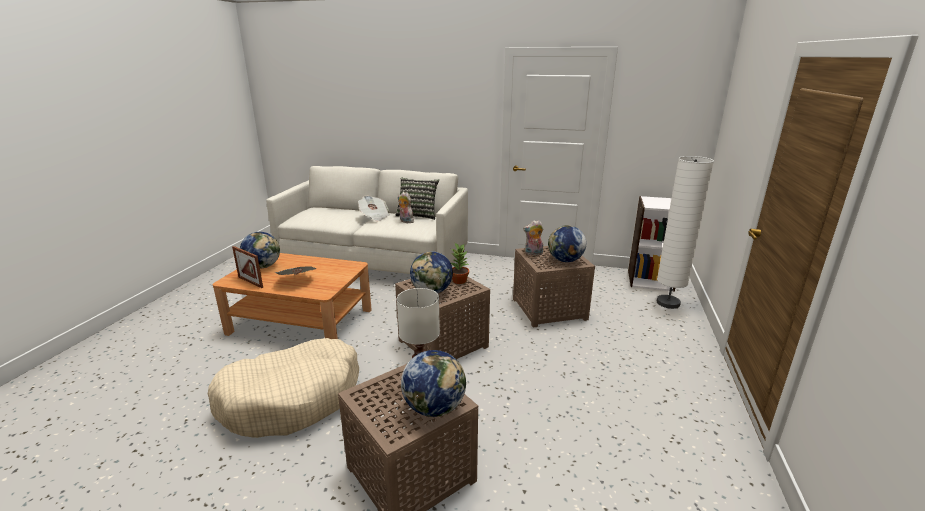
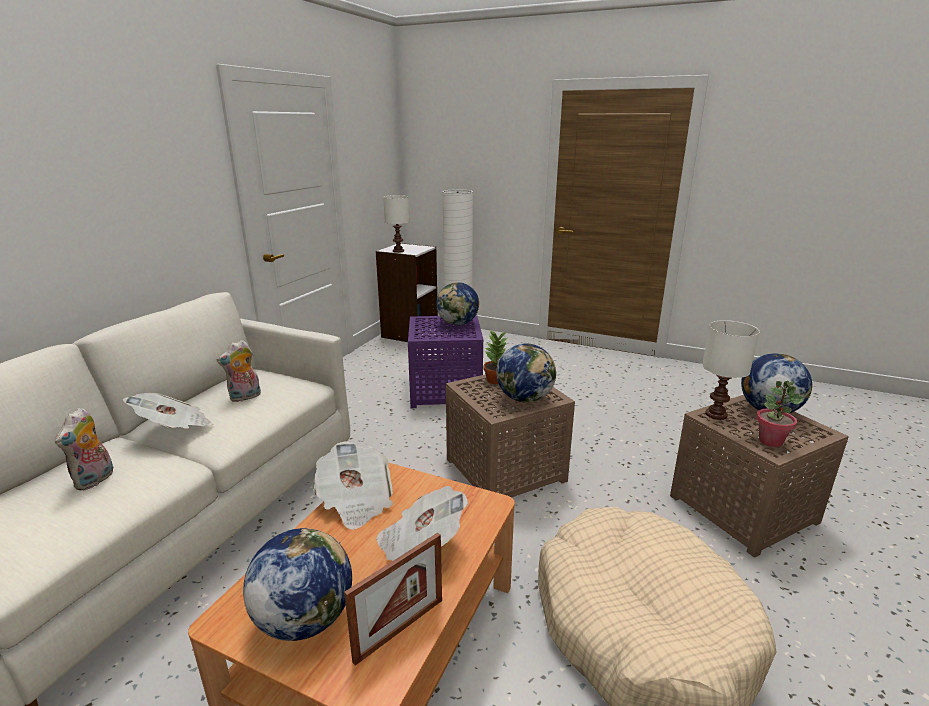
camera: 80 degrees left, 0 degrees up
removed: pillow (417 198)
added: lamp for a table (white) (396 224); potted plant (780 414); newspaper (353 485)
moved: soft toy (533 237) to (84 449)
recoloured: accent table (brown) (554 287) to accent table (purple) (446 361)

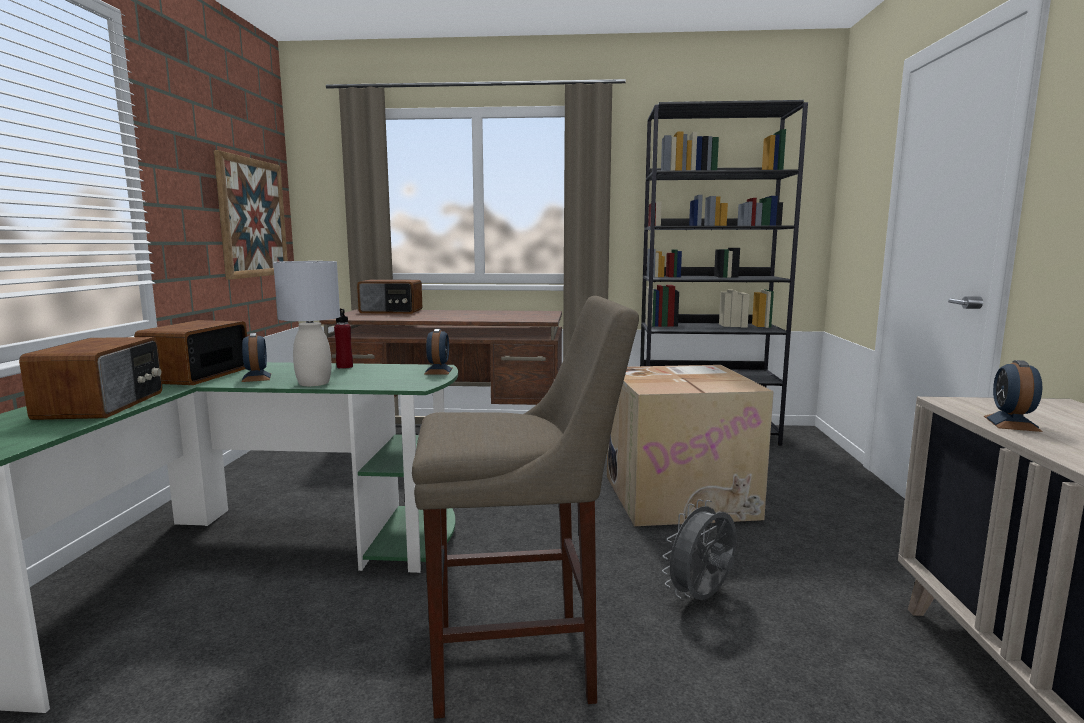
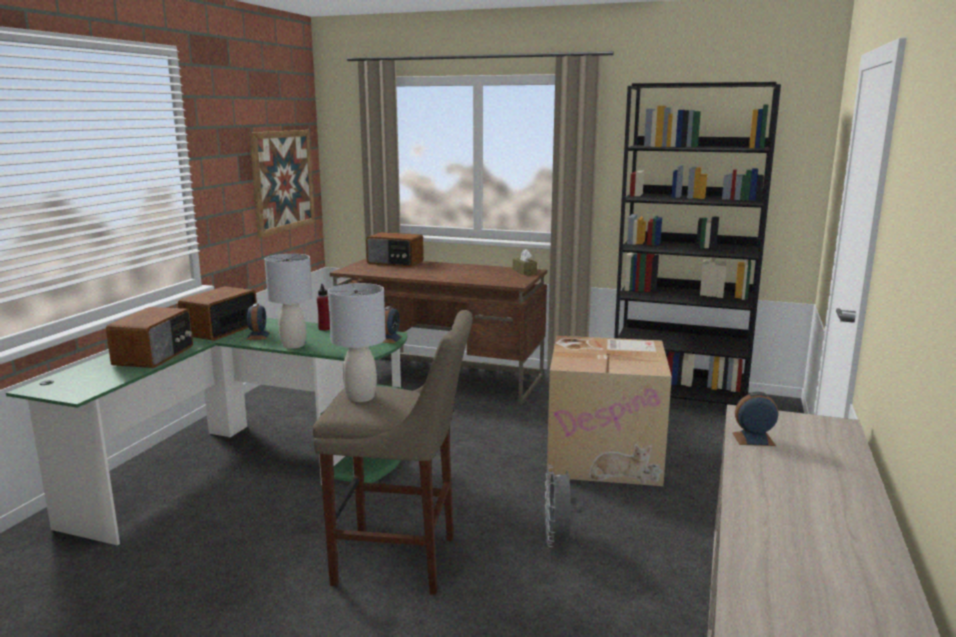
camera: 15 degrees right, 5 degrees up
added: box of tissues (brown) (525 262); lamp for a table (greyish) (357 342)
turned: bedside clock (1013 396) = (755 419) 60 degrees clockwise; electric fan (greyish) (699 549) = (564 506) 60 degrees counterclockwise

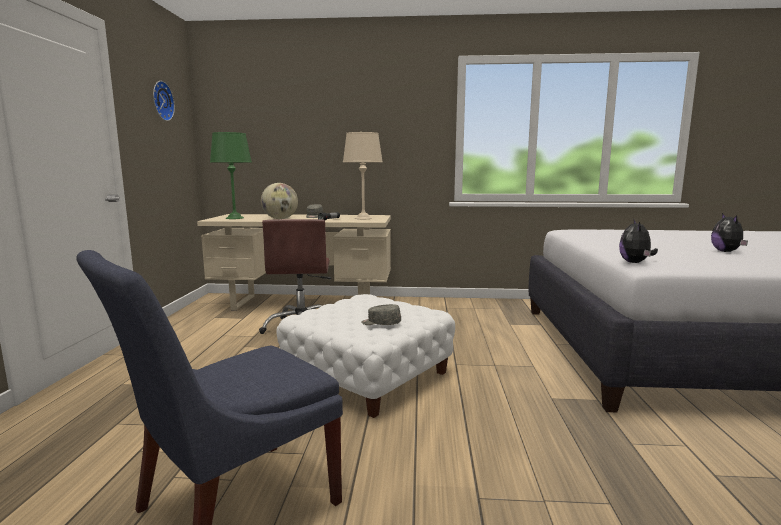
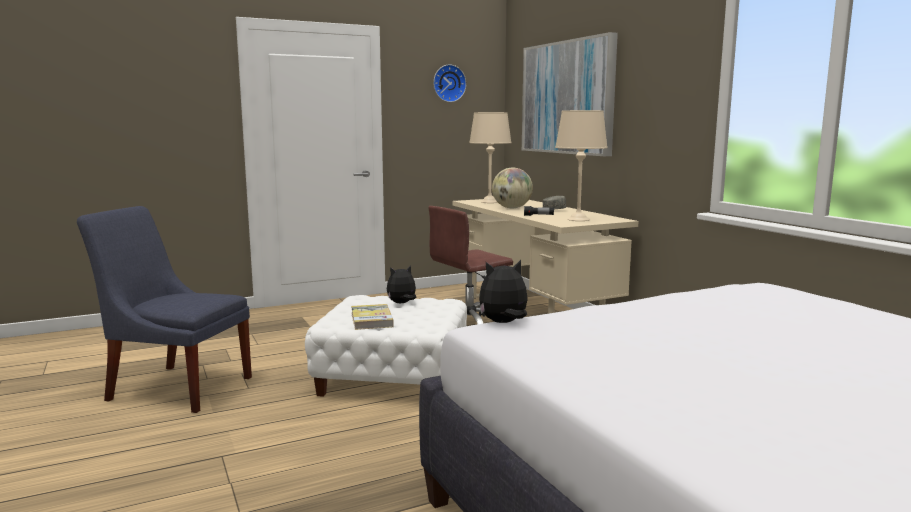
camera: 60 degrees right, 0 degrees up
added: picture (570 94)
moved: soft toy (729 232) to (401 284)
replaced: cap (greyish) (381 314) to volume (372 317)
recoloured: lamp for a table (green) (231 175) to lamp for a table (beige-coloured) (490 157)

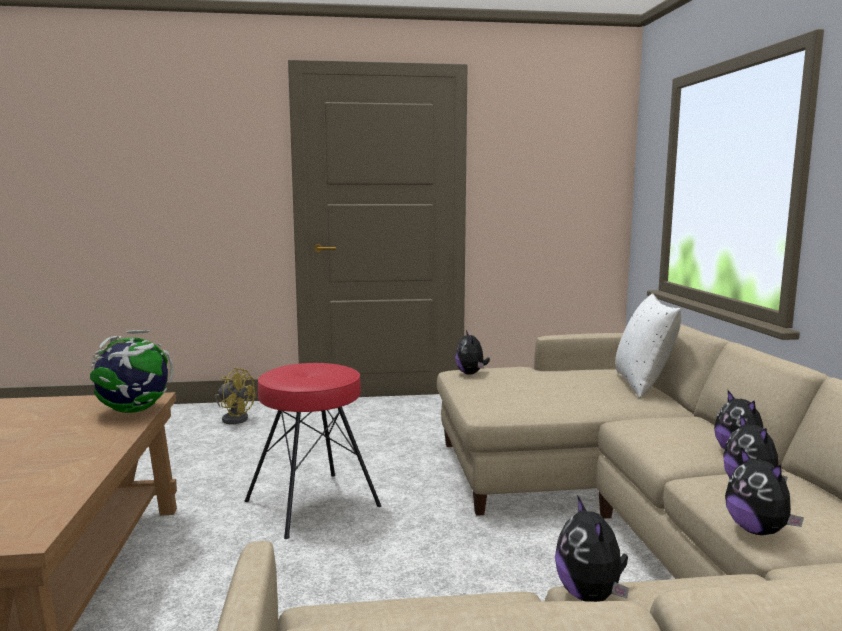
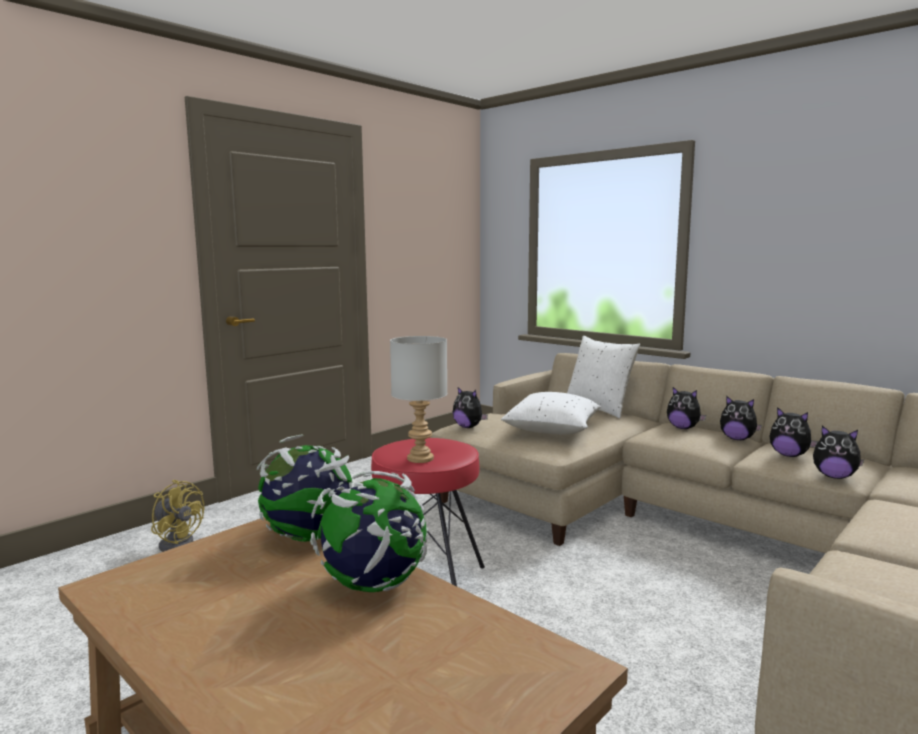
camera: 40 degrees left, 0 degrees up
added: lamp for a table (greyish) (418 399); pillow (white) (551 413); globe (369 531)
moved: soft toy (592 548) to (686 408)
turned: electric fan (yellow) (235 395) = (177 516) 45 degrees clockwise

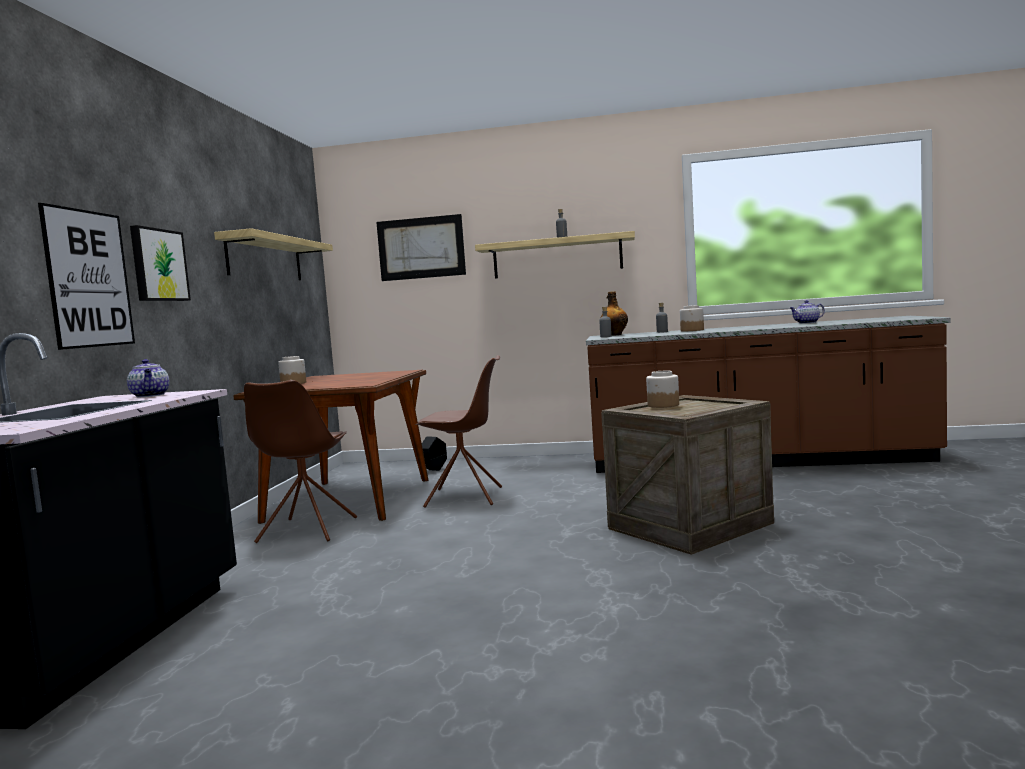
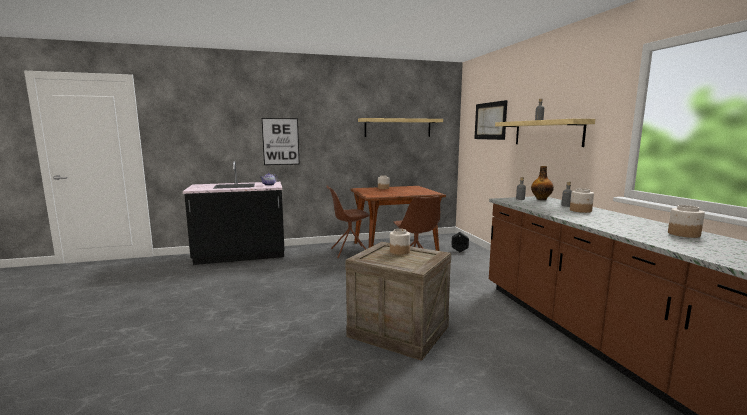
camera: 65 degrees right, 5 degrees up
removed: picture (160 263)
replaced: pot for tea (807 312) to preserve jar (686 221)

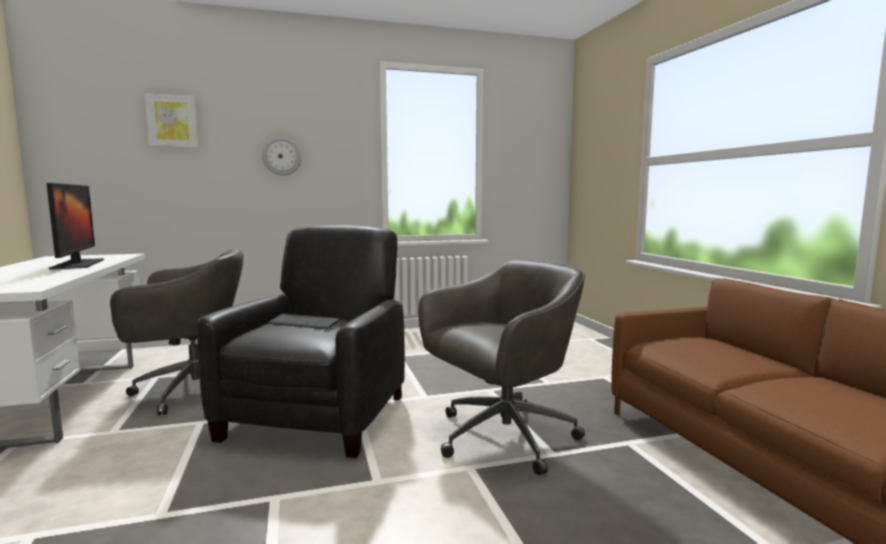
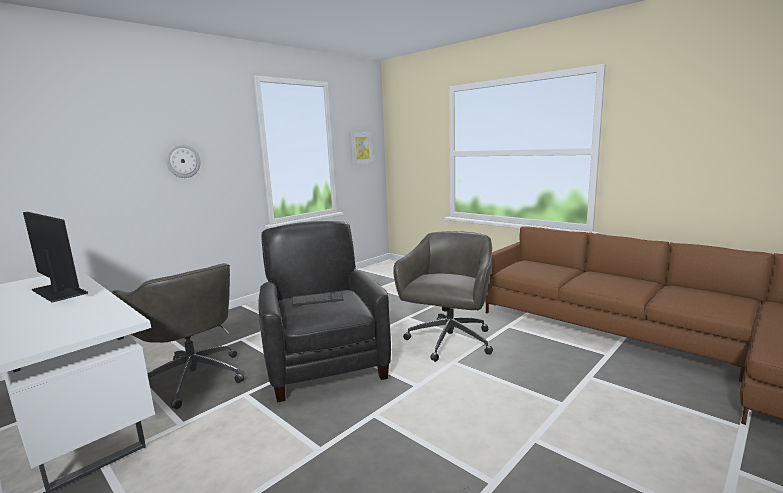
camera: 30 degrees left, 5 degrees up
moved: picture (171 120) to (361 148)
turned: office chair (greyish) (176 332) = (177 336) 90 degrees clockwise

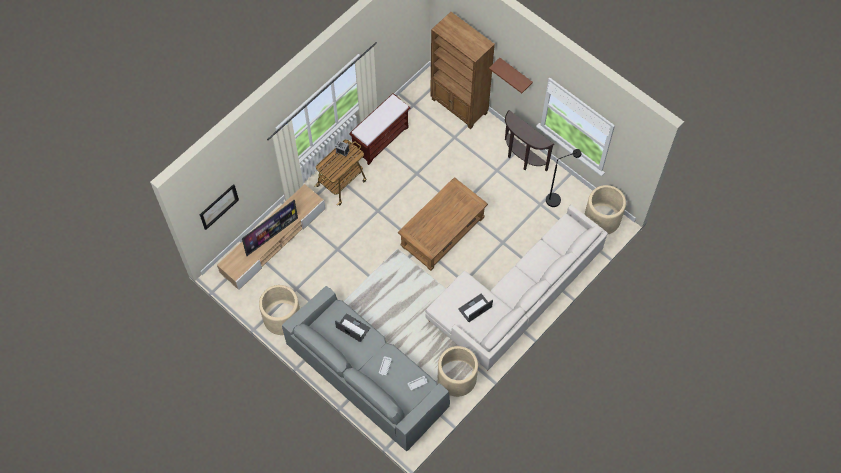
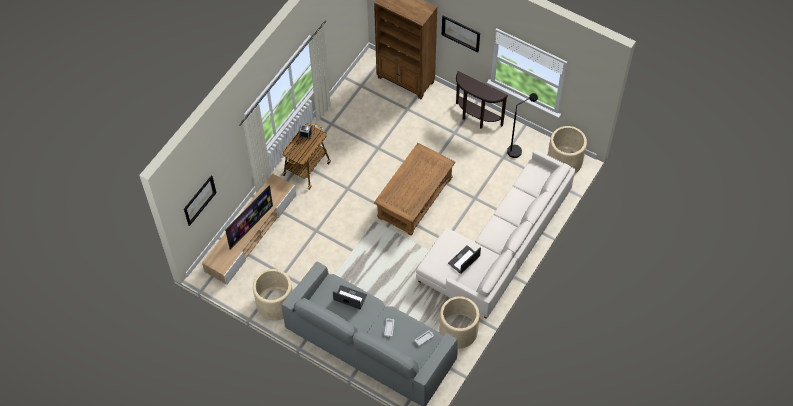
camera: 10 degrees left, 5 degrees down
removed: long seat (brown) (379 129)
replaced: bracket shelf (brown) (511 75) to picture (461 33)

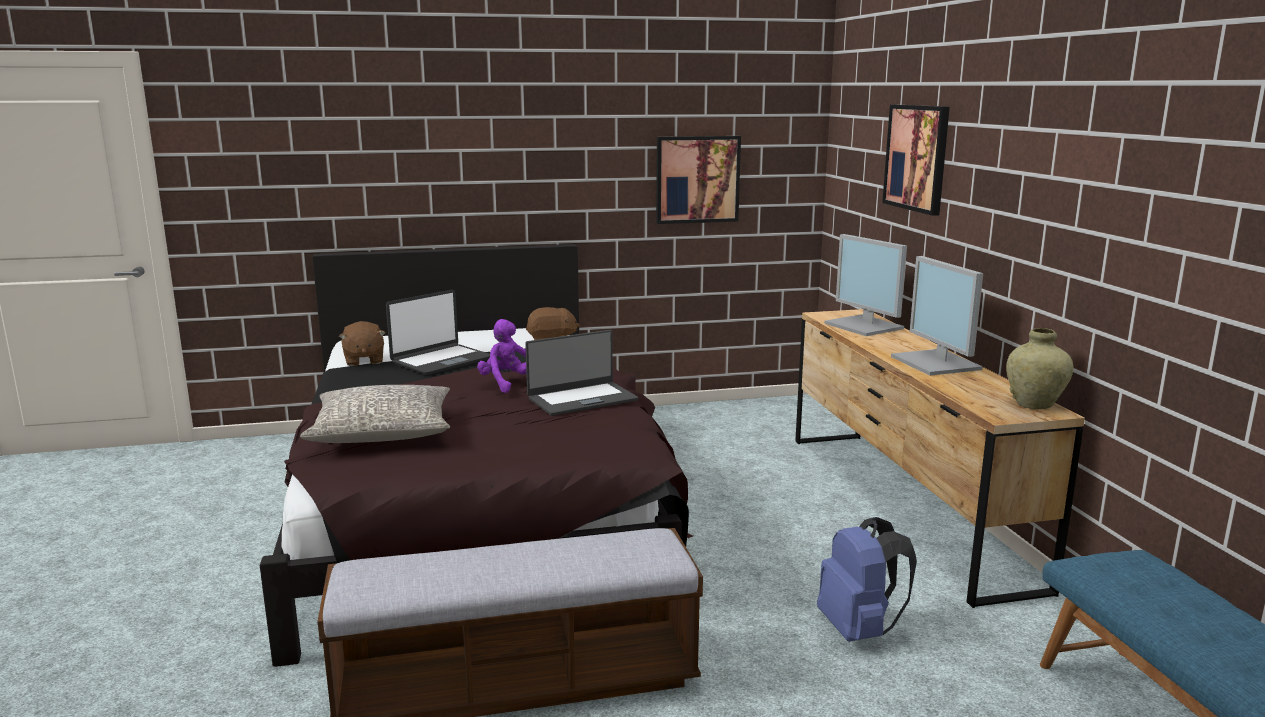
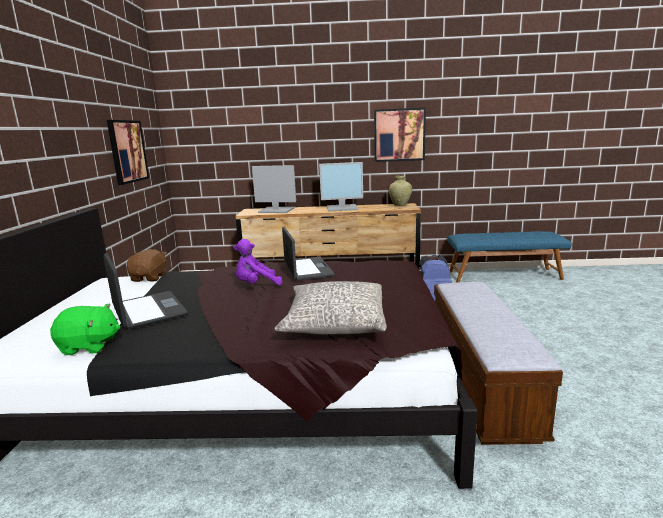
camera: 75 degrees left, 0 degrees up
moved: picture (916 160) to (400 135)
recoloured: soft toy (brown) (362 343) to soft toy (green) (85 329)
turned: monitor (865 285) = (274 189) 150 degrees counterclockwise

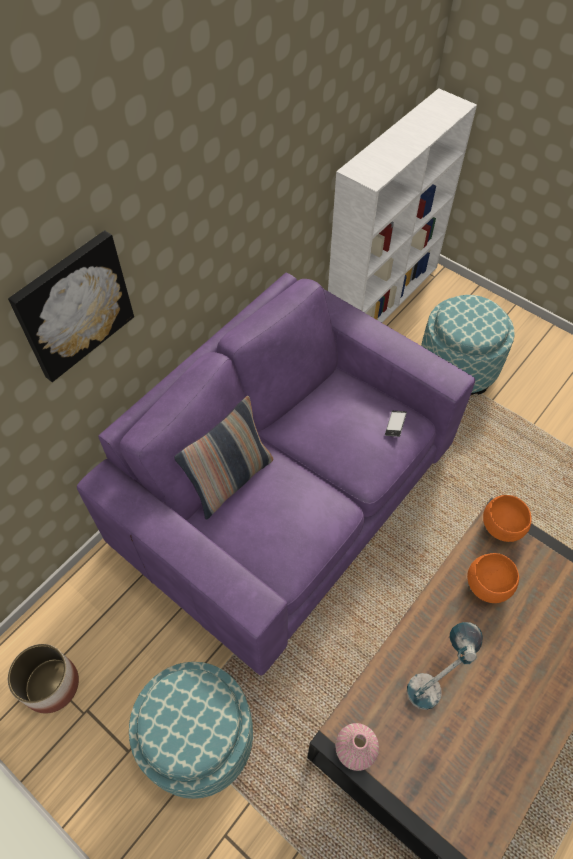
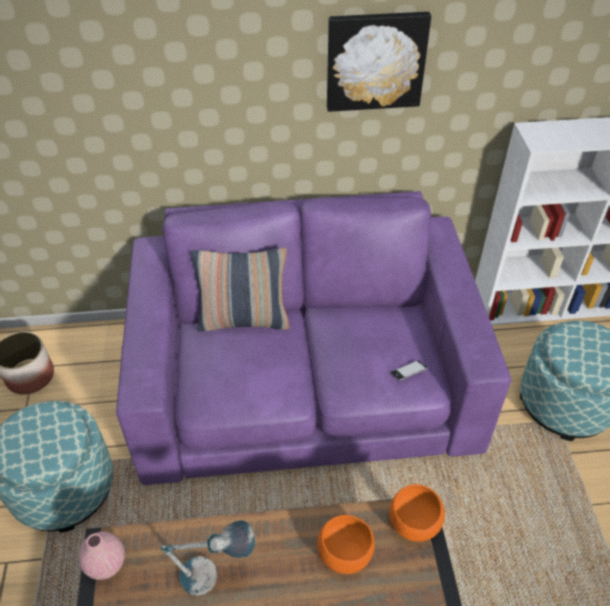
camera: 45 degrees right, 10 degrees down
moved: picture (71 306) to (379 62)

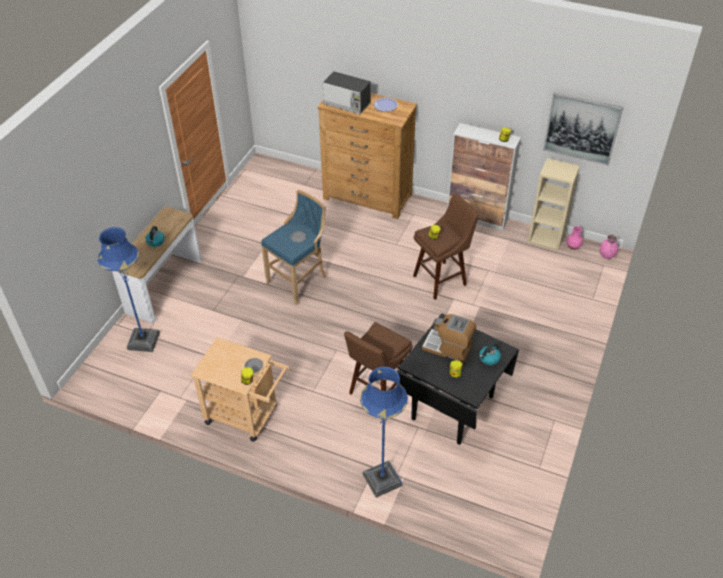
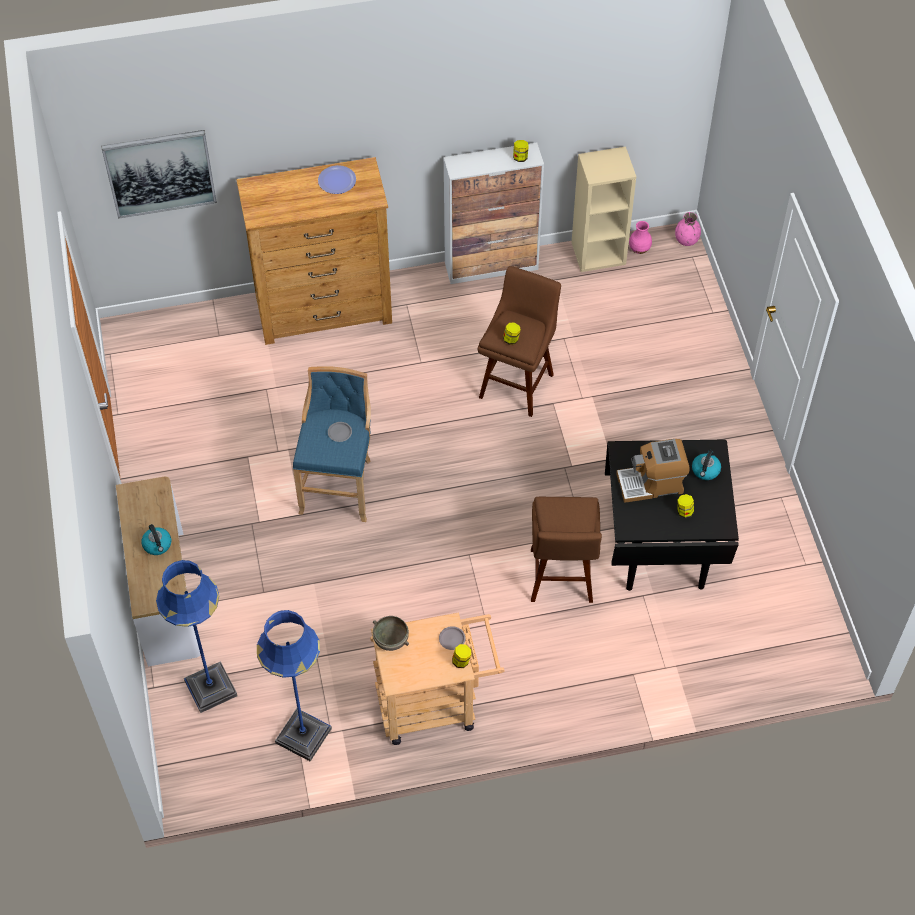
camera: 35 degrees left, 10 degrees up
removed: kitchen microwave (347 92)
added: bowl (greyish) (391 633)
moved: picture (583 129) to (159 174); standing lamp (bluish) (384 432) to (294 686)

